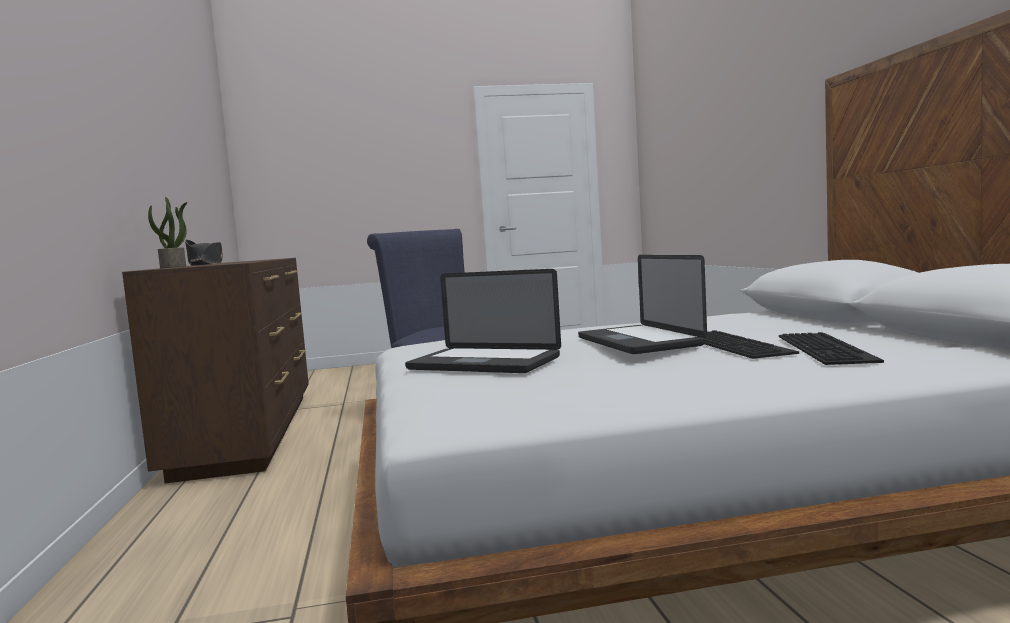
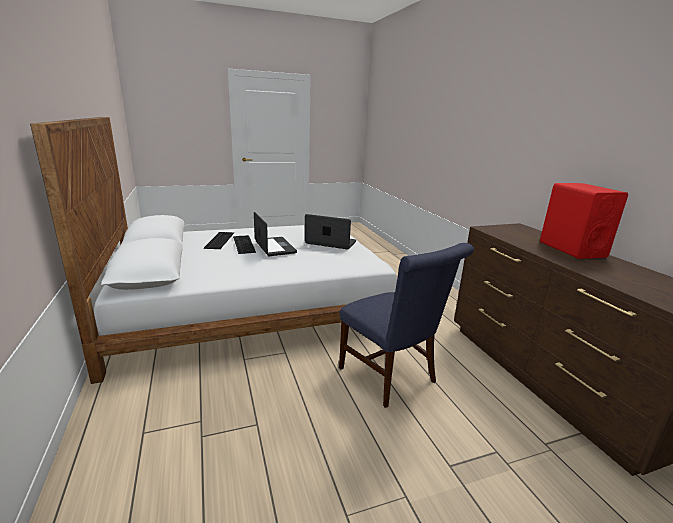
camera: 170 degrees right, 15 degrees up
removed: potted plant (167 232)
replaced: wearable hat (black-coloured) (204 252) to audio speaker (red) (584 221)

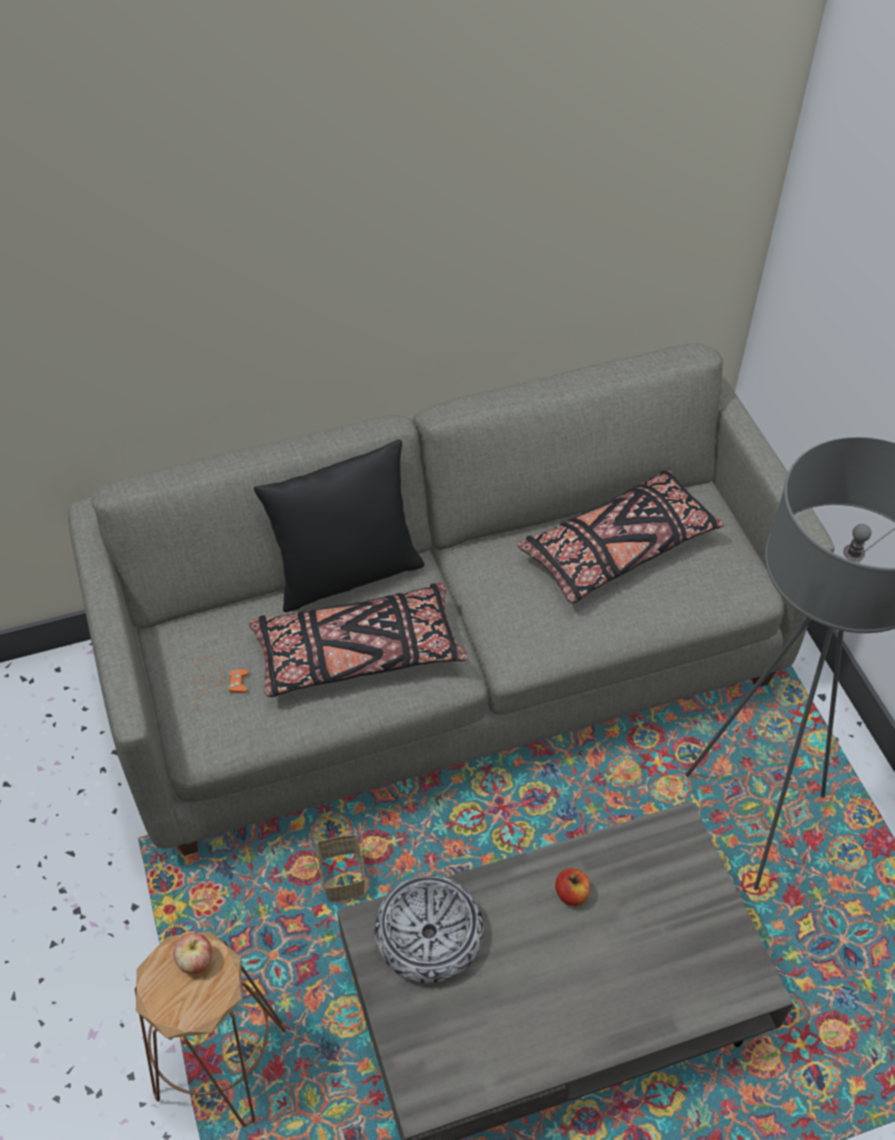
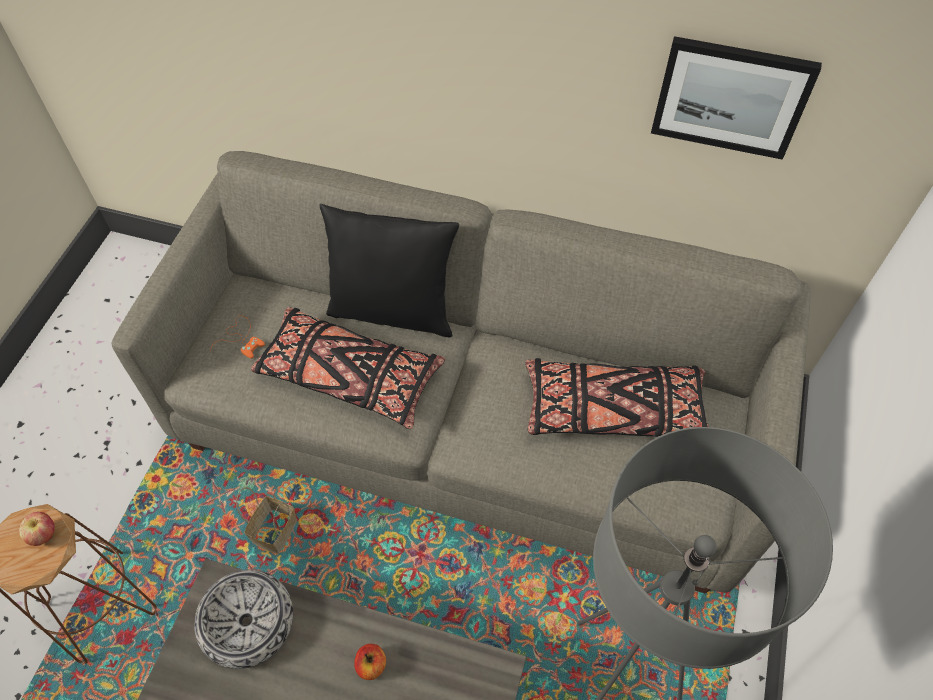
camera: 35 degrees right, 5 degrees up
added: picture (736 98)

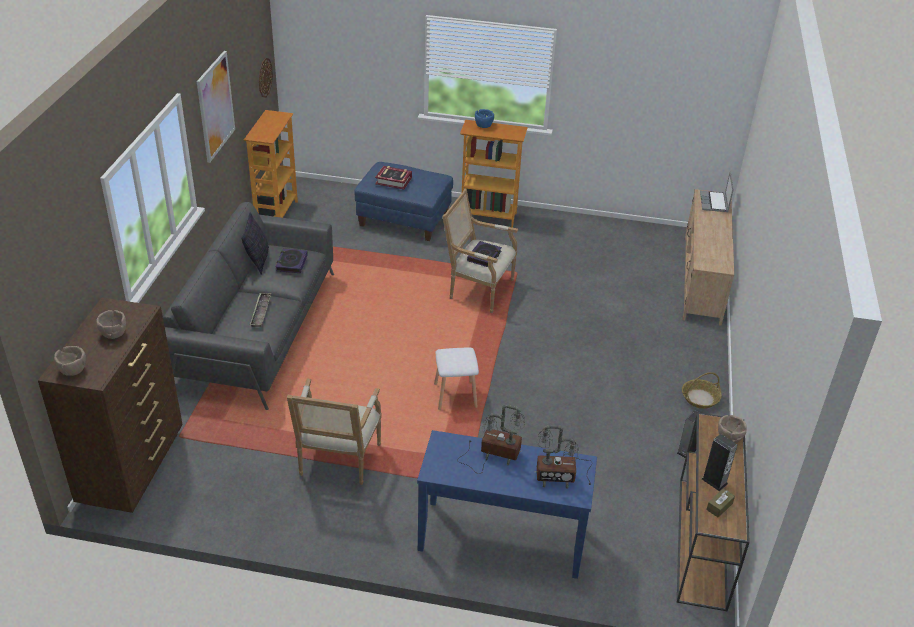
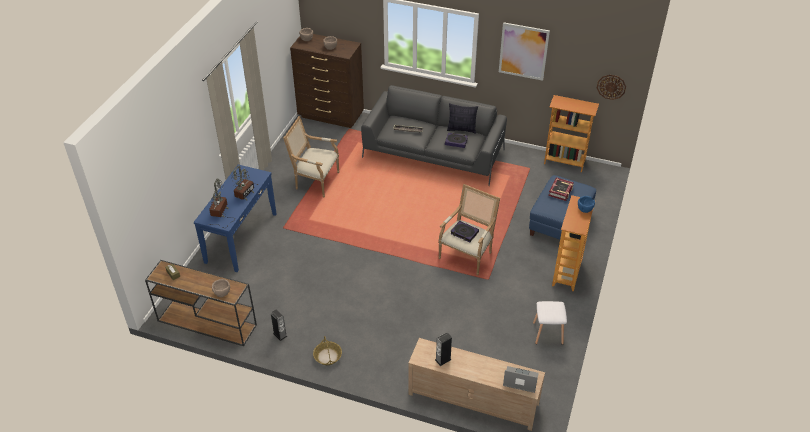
camera: 100 degrees right, 5 degrees up
moved: stool seat (white) (456 379) to (550 323); audio speaker (719 462) to (443 349)

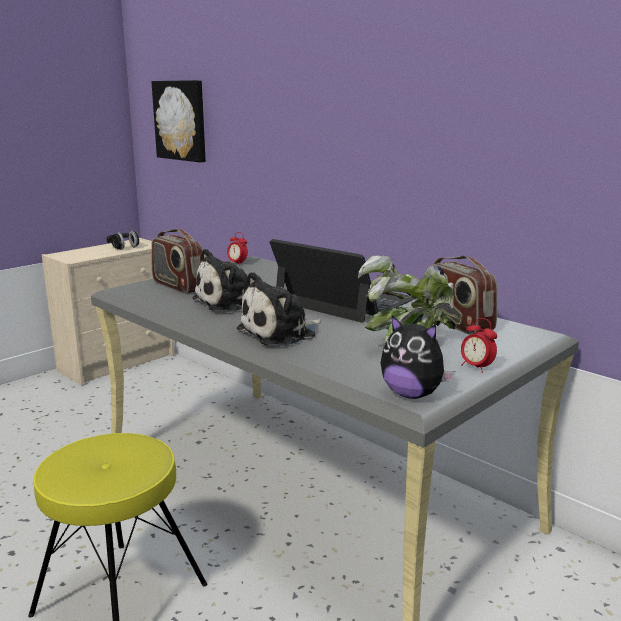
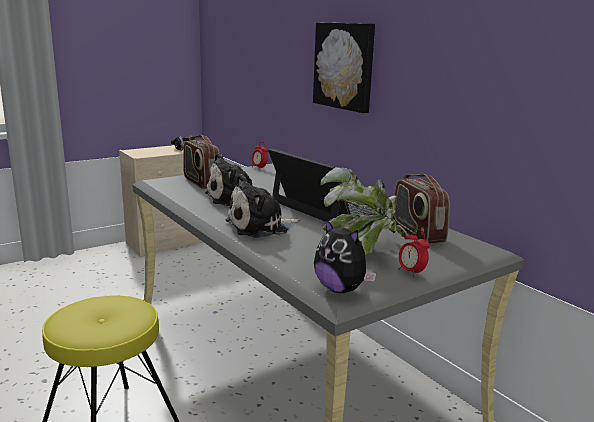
camera: 10 degrees right, 0 degrees up
moved: picture (178 121) to (344 67)

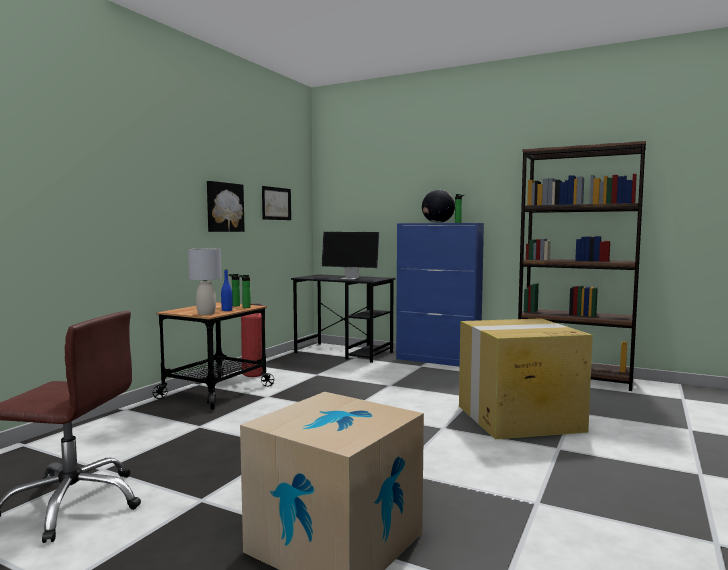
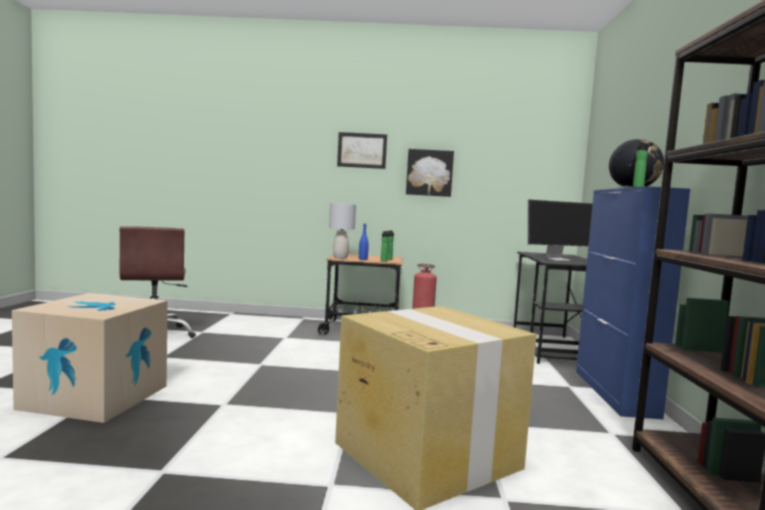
camera: 65 degrees right, 0 degrees up
moved: picture (276 203) to (362 150)
turned: monitor (350 256) = (560 230) 105 degrees counterclockwise

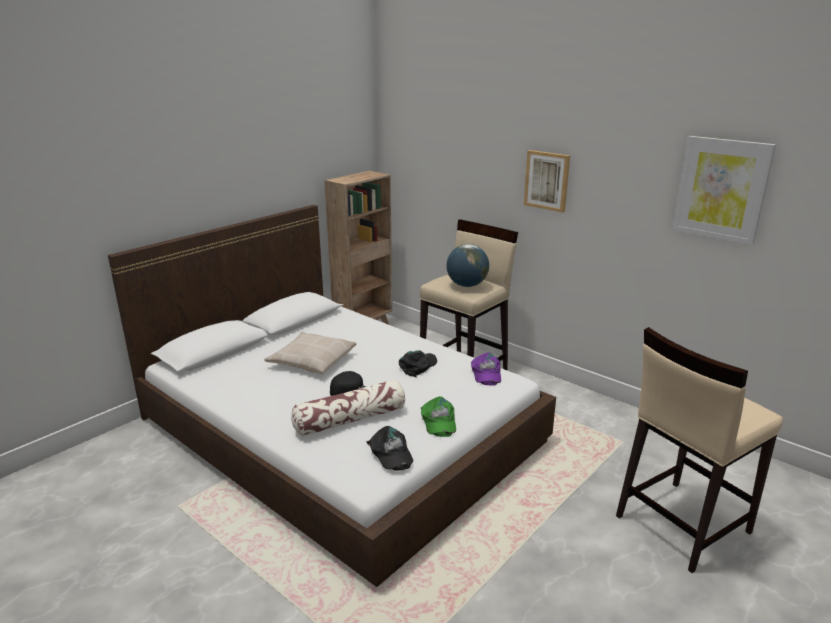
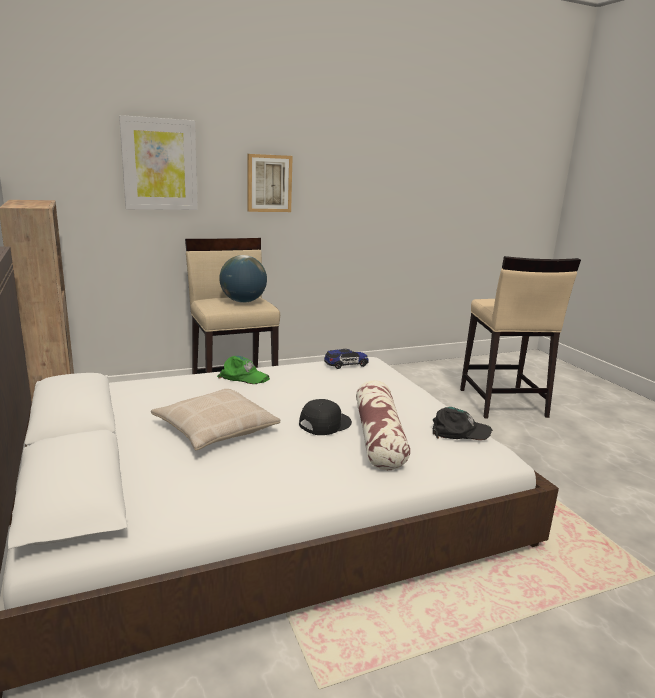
camera: 65 degrees left, 5 degrees down
removed: cap (black-coloured) (418 363)
moved: picture (724 190) to (158 162); cap (green) (438 416) to (243 370)
replaced: cap (purple) (486 369) to model car (346 359)

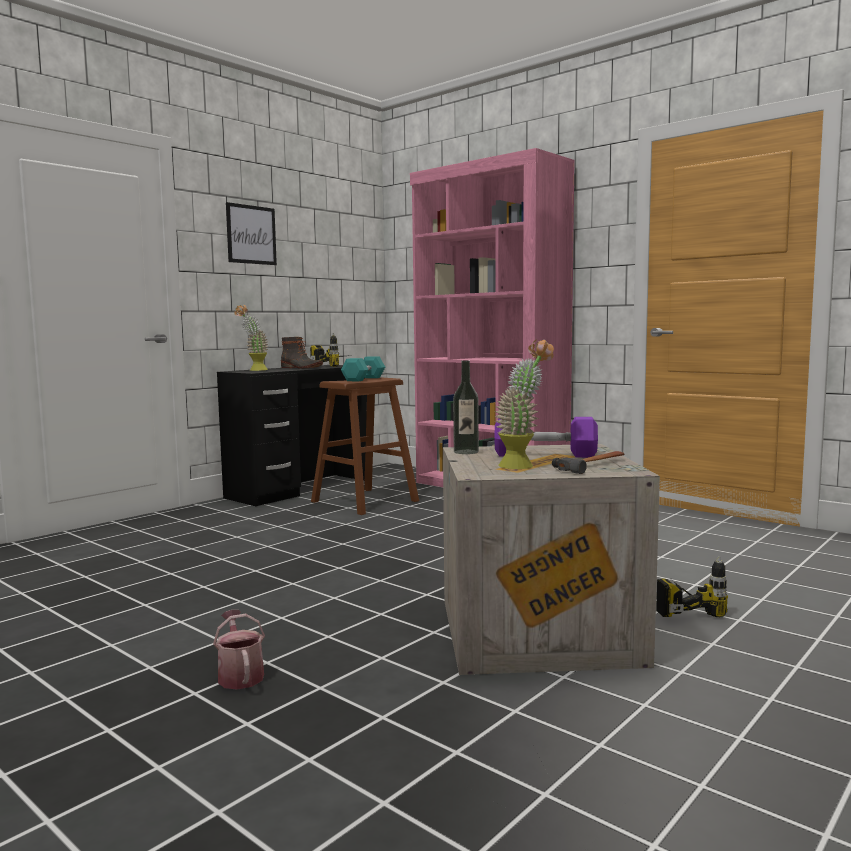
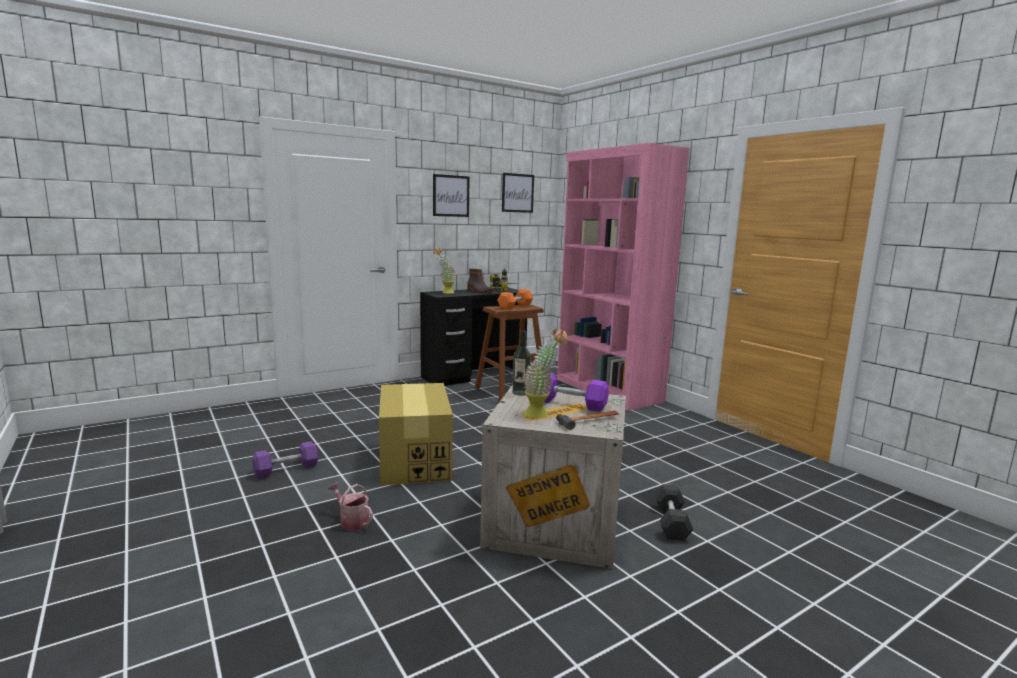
camera: 15 degrees right, 5 degrees up
added: picture (518 193); carton (416 434); dumbbell (purple) (285 459)
replaced: power drill (692 586) to dumbbell (greyish) (673 512)
recoloured: dumbbell (blue-green) (363 368) to dumbbell (orange) (515 299)
turned: sprinkling can (239 650) = (350 506) 45 degrees counterclockwise

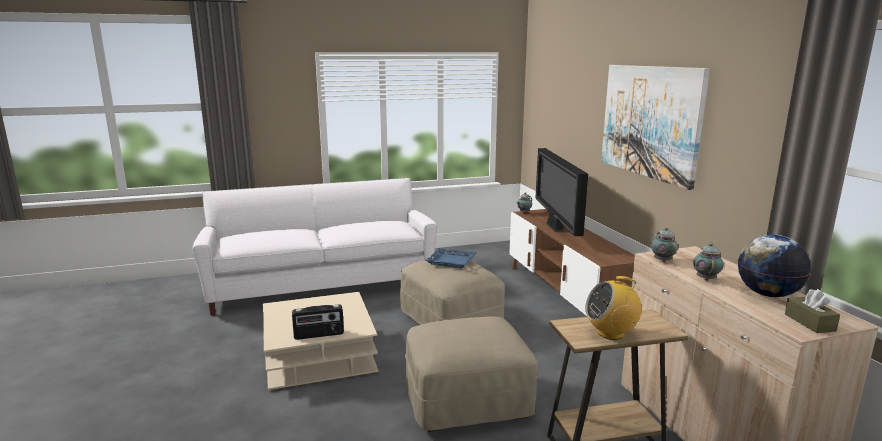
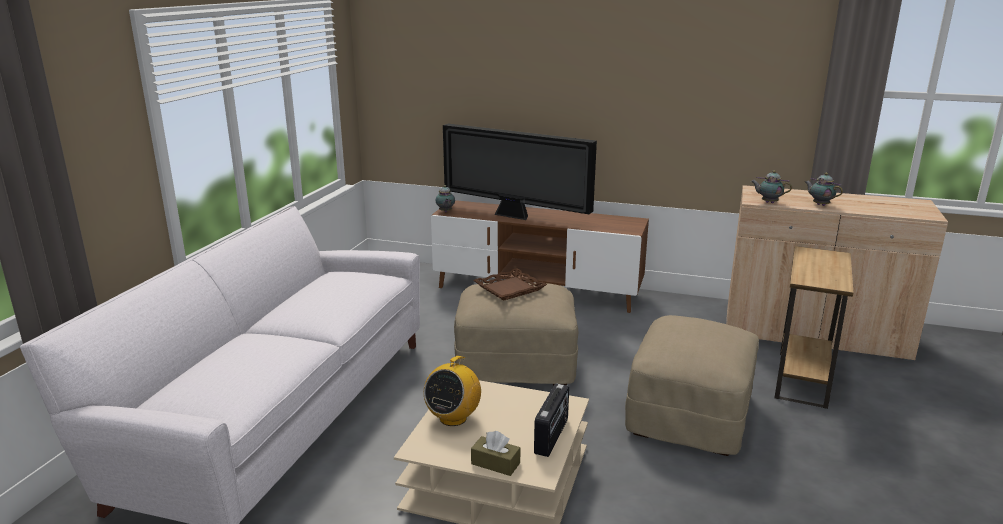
camera: 55 degrees left, 5 degrees up
removed: picture (655 127); globe (774 265)
moved: radio (613 308) to (452 390); box of tissues (brown) (812 311) to (495 453)
recoloured: tray (bluish) (451 258) to tray (brown) (510 284)

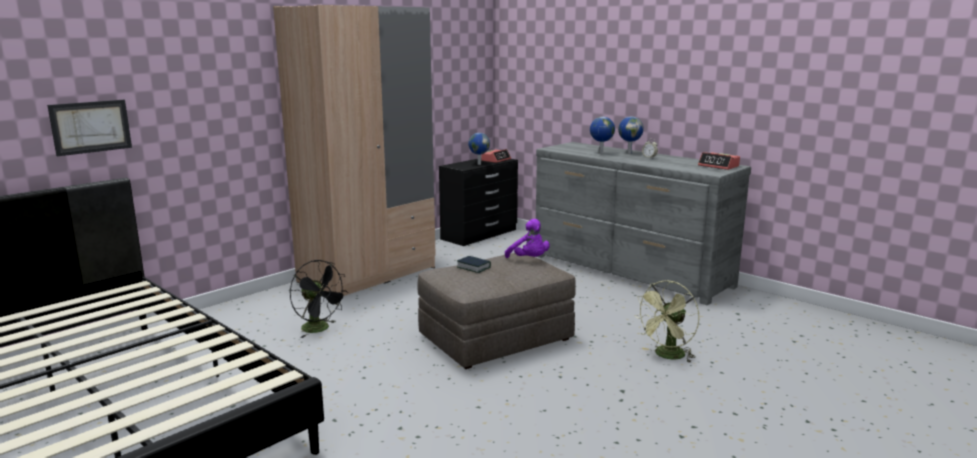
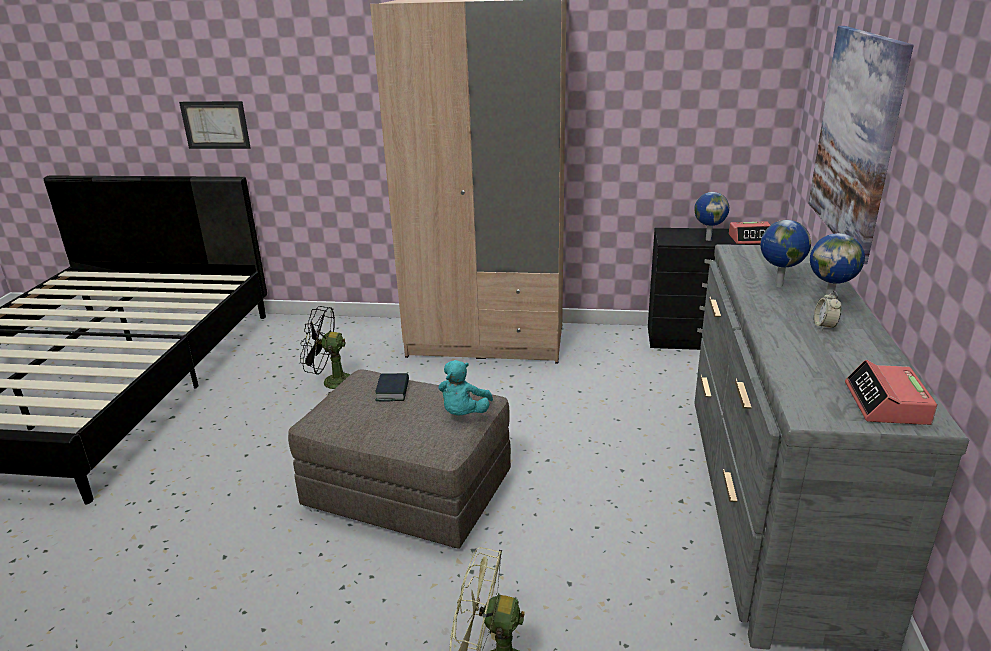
camera: 55 degrees right, 10 degrees up
added: picture (861 145)
recoloured: soft toy (purple) (527 238) to soft toy (blue-green) (465 387)
turned: electric fan (black-coloured) (319 299) = (325 350) 90 degrees clockwise

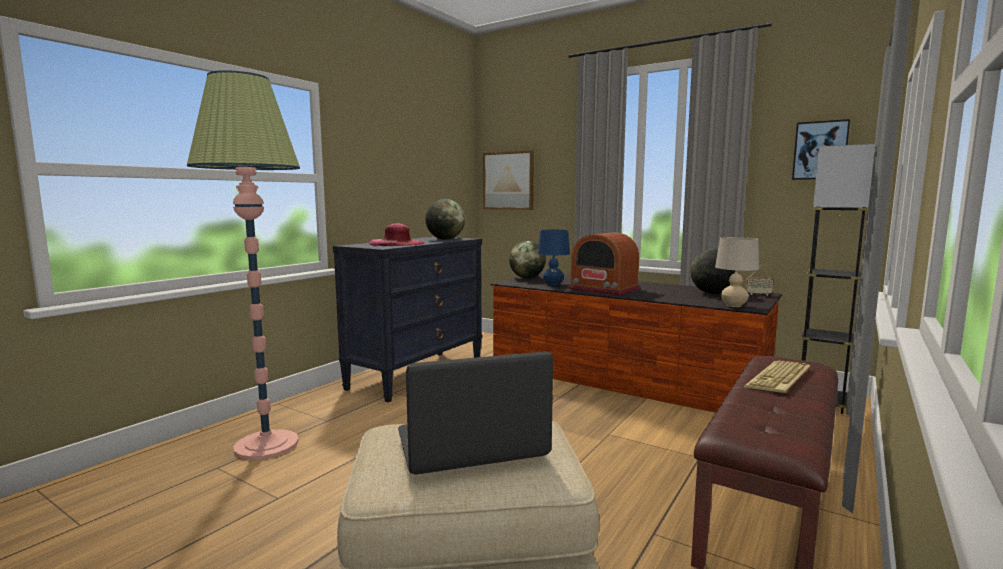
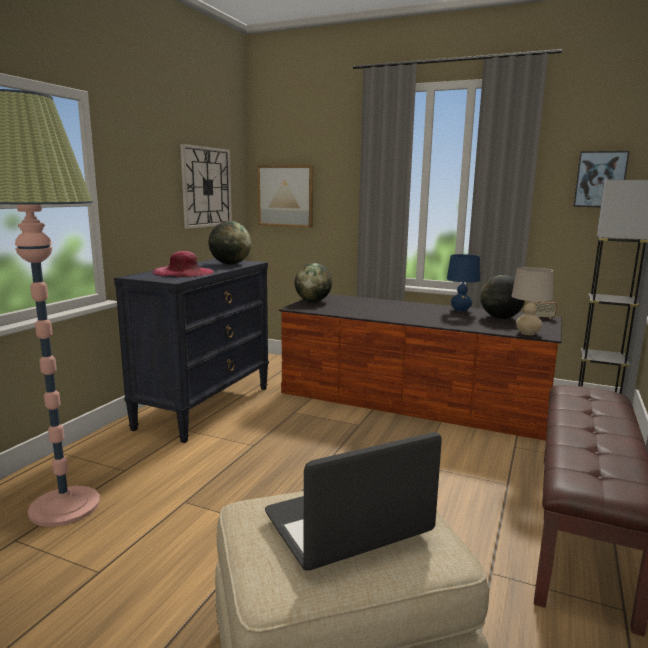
camera: 10 degrees left, 5 degrees up
removed: radio (604 264); computer keyboard (777 376)
added: clock on the wall (206 186)
moved: lamp for a table (bluish) (554 257) to (463 283)

